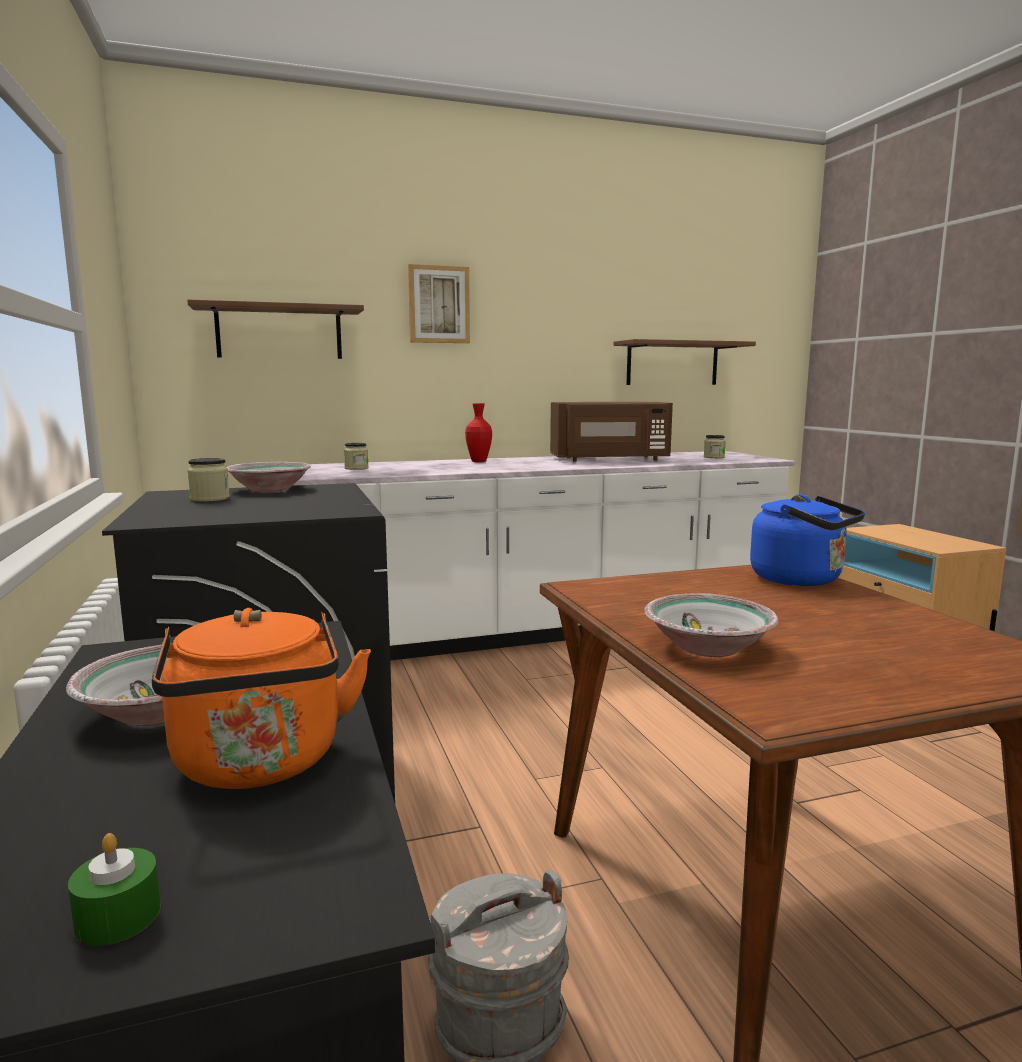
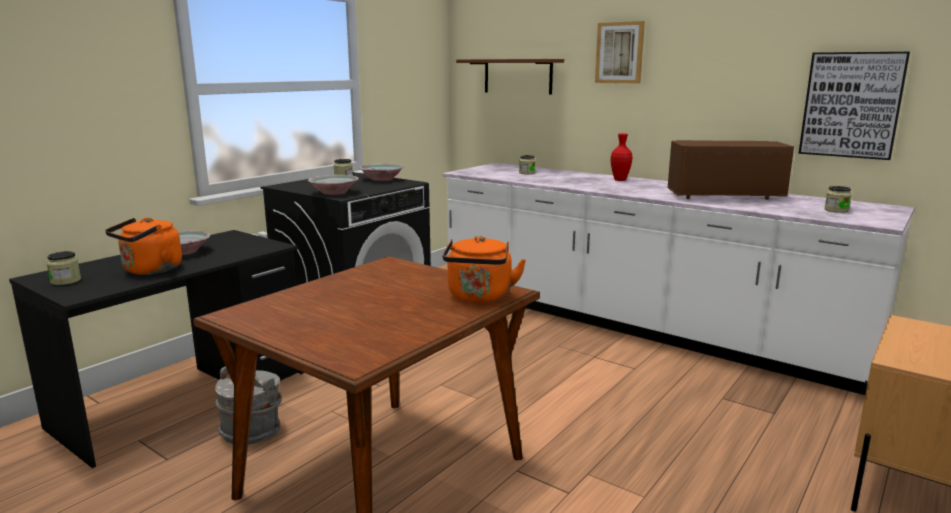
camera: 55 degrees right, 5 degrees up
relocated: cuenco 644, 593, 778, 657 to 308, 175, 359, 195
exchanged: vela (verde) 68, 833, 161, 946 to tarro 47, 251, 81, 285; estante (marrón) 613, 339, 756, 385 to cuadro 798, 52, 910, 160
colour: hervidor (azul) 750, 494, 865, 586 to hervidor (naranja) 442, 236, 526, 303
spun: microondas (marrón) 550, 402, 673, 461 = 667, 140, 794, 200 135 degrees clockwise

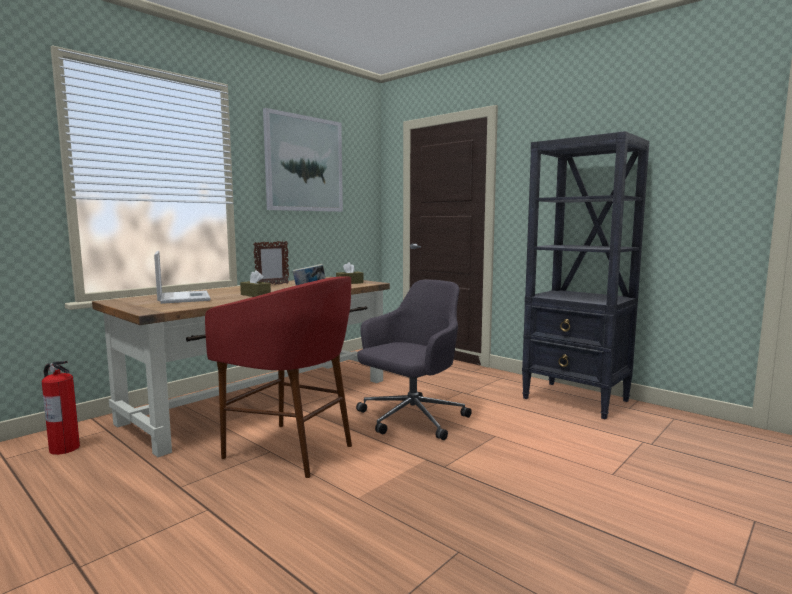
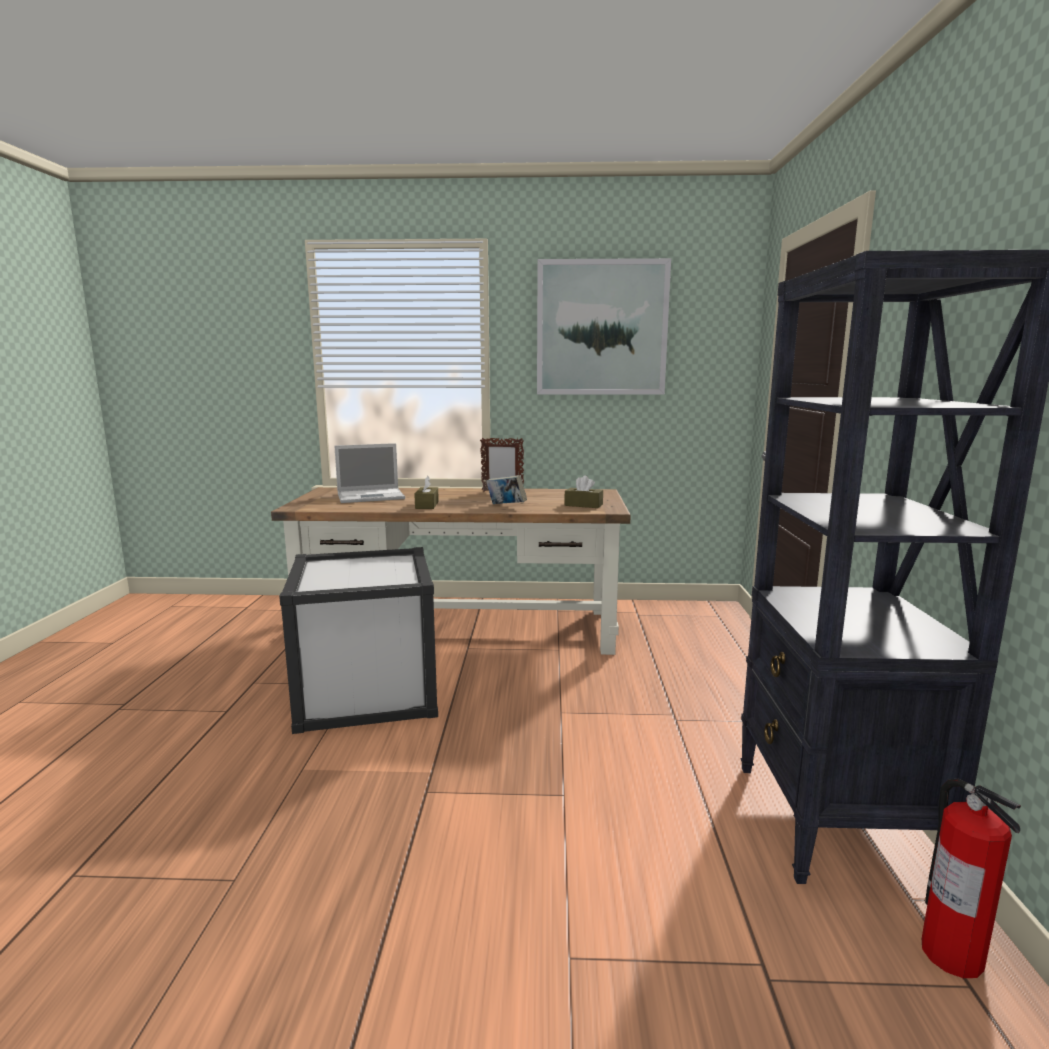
camera: 50 degrees right, 5 degrees up
missing: silla de oficina (gris) 356, 280, 472, 440
relocated: extintor 42, 361, 80, 455 to 922, 779, 1021, 978
exchanged: taburete (rojo) 205, 276, 352, 478 to caja de almacenaje (blanco) 279, 547, 438, 734
spun: portátil 154, 251, 211, 304 = 334, 443, 405, 503 45 degrees clockwise

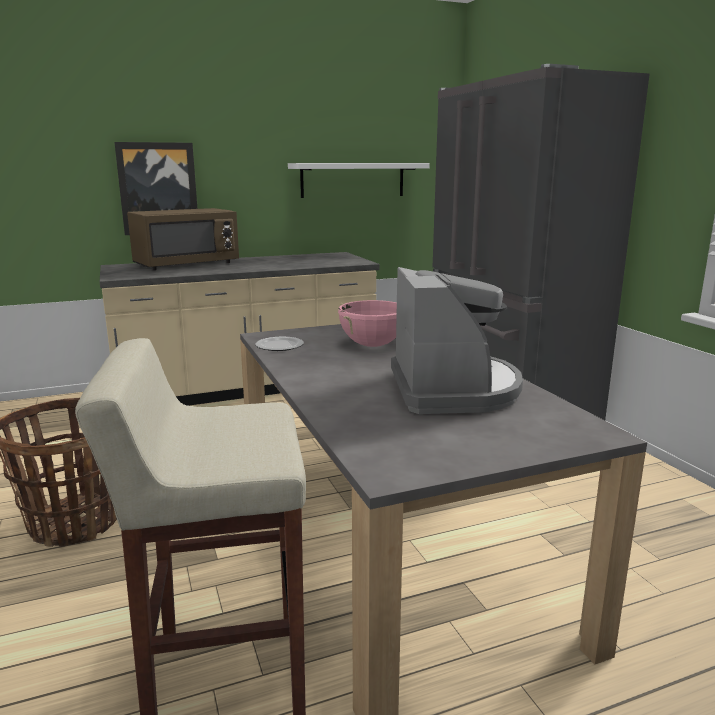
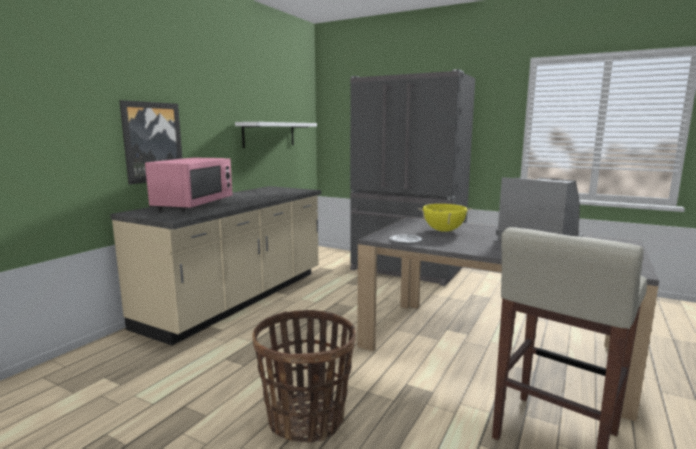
camera: 40 degrees left, 5 degrees down
colour: microondas (marrón) 127, 208, 239, 270 to microondas (rosa) 145, 158, 233, 211; olla (rosa) 338, 300, 397, 347 to olla (amarillo) 418, 204, 472, 232

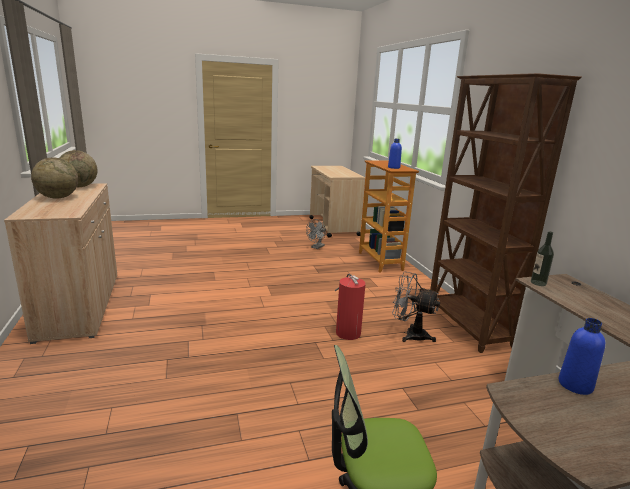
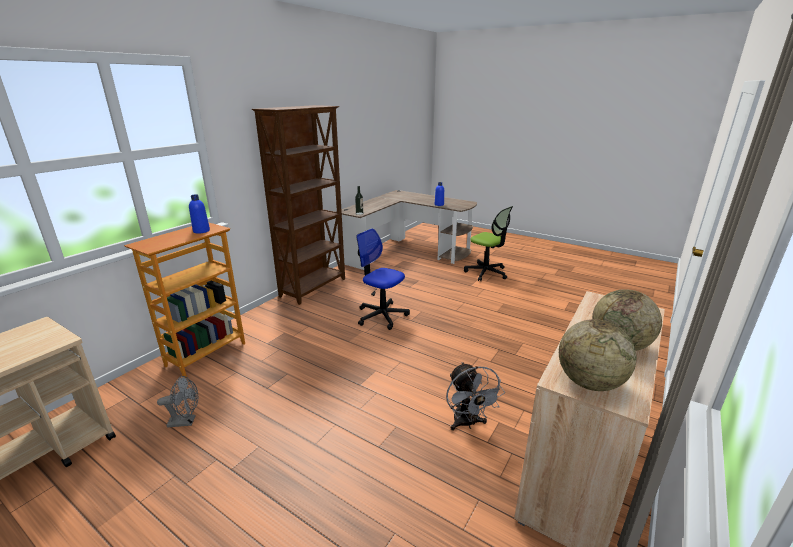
camera: 130 degrees left, 5 degrees up
relocated: ventilador (gris) 392, 272, 440, 342 to 446, 362, 505, 431
exchanged: extintor 335, 274, 366, 340 to silla de oficina 356, 228, 410, 330

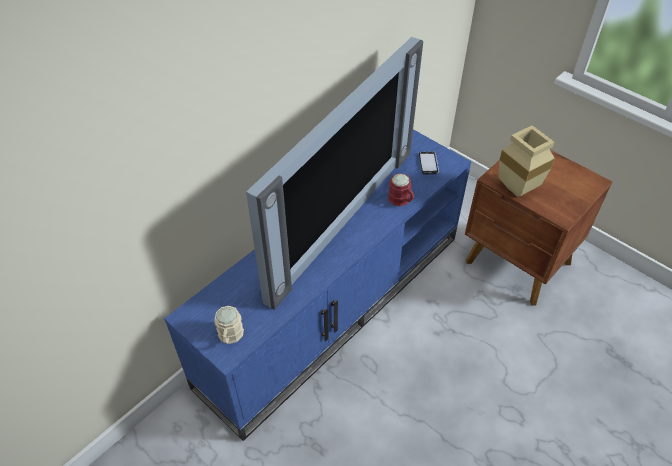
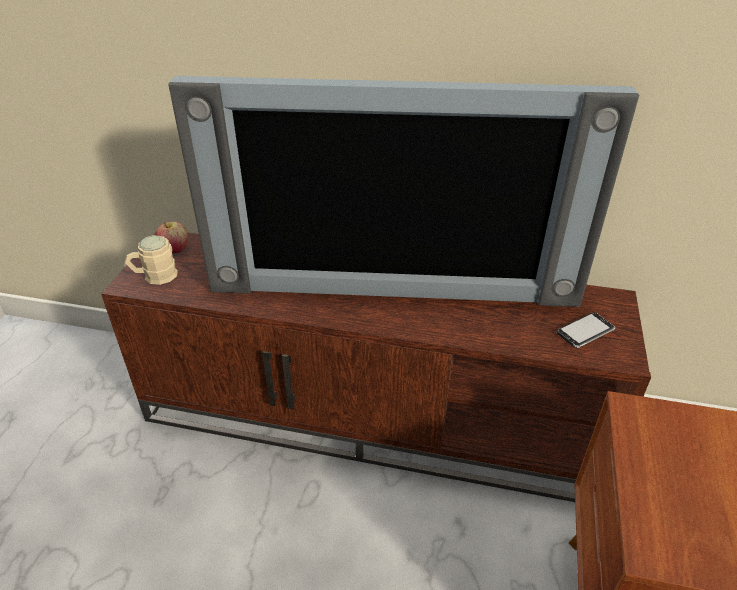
camera: 60 degrees right, 10 degrees down
missing: taza grande (rojo) 388, 173, 414, 206; florero (beis) 498, 125, 555, 197
appeared: manzana 156, 222, 188, 253
colour: mueble de televisión (azul) 164, 129, 471, 441 to mueble de televisión (marrón) 101, 232, 651, 502

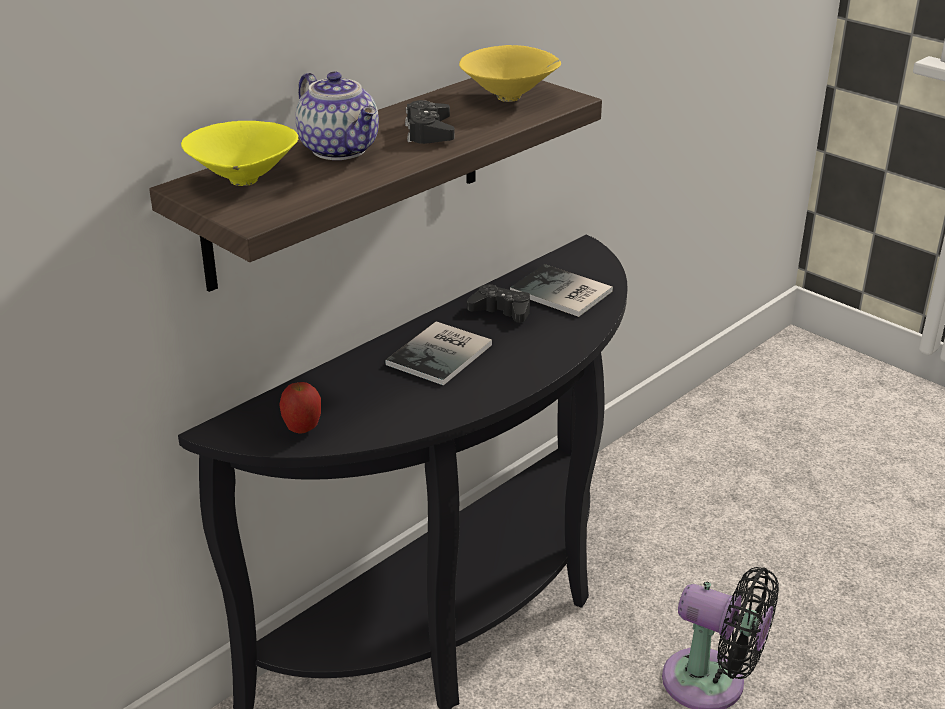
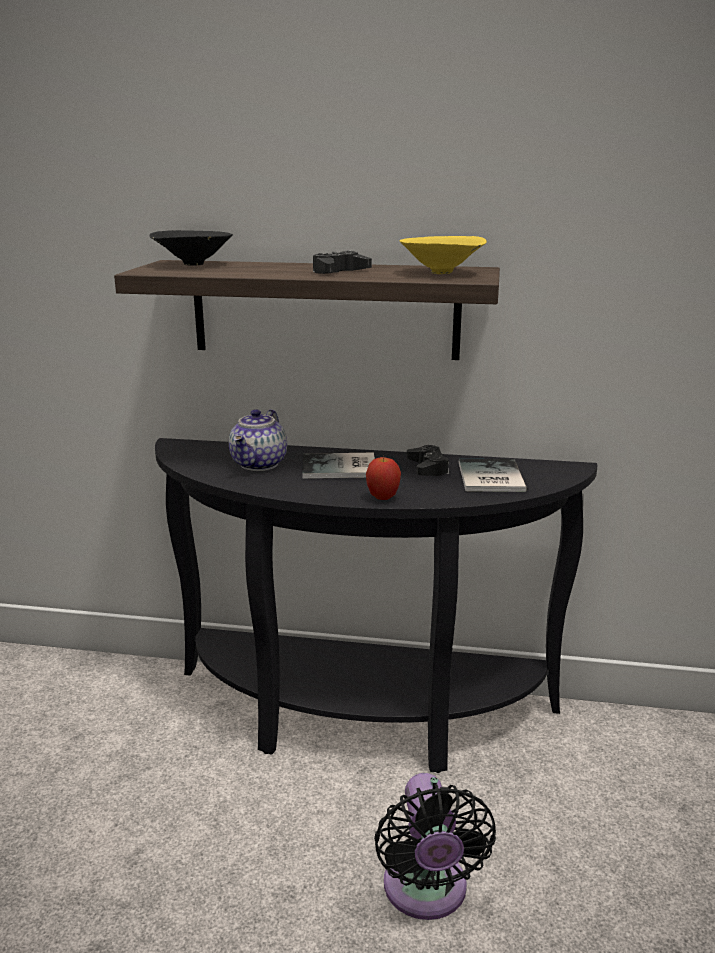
camera: 55 degrees right, 10 degrees down
relocated: manzana 280, 382, 321, 434 to 366, 455, 401, 500; tetera 295, 72, 379, 160 to 229, 409, 287, 471
colour: cuenco (amarillo) 181, 121, 298, 186 to cuenco (negro) 149, 230, 233, 266

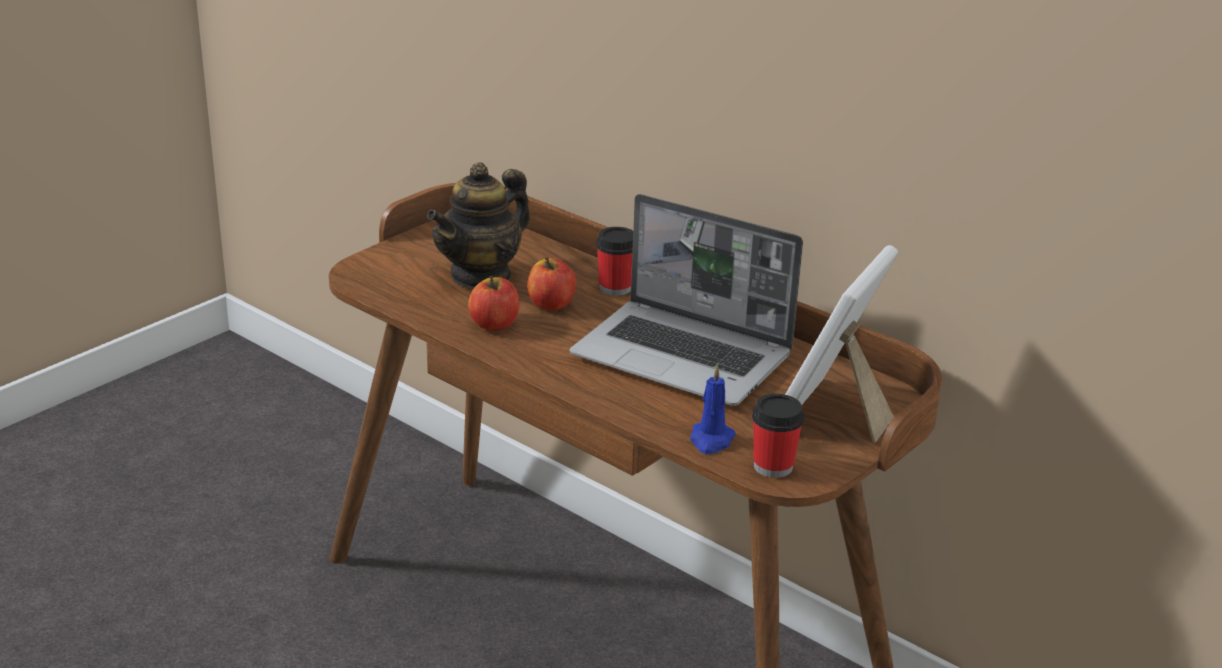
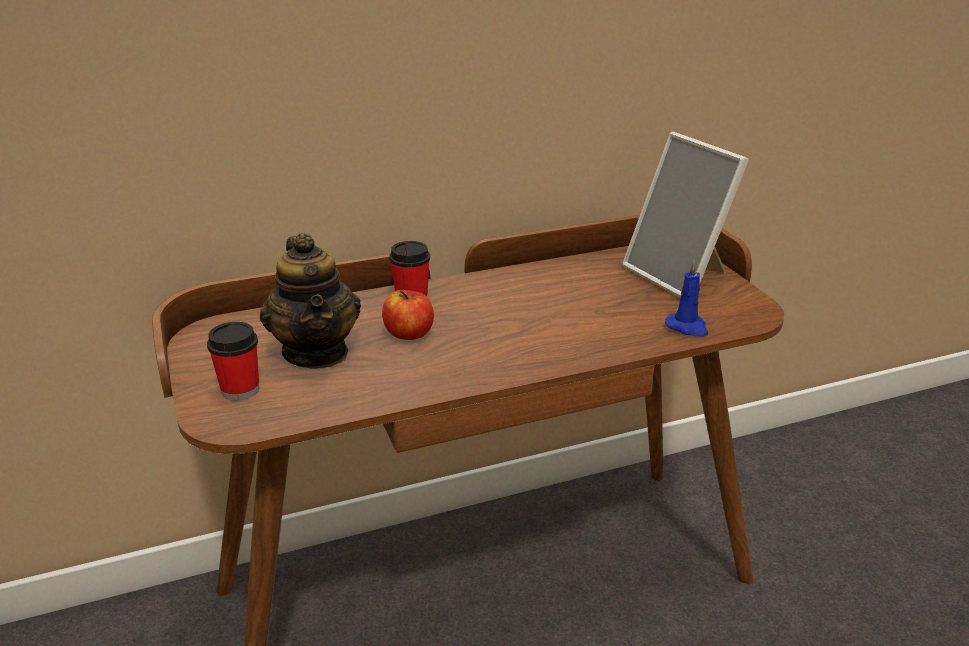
camera: 60 degrees left, 0 degrees up
missing: manzana 468, 276, 519, 331; portátil 570, 194, 803, 406
relocated: taza 752, 394, 804, 478 to 207, 322, 259, 401

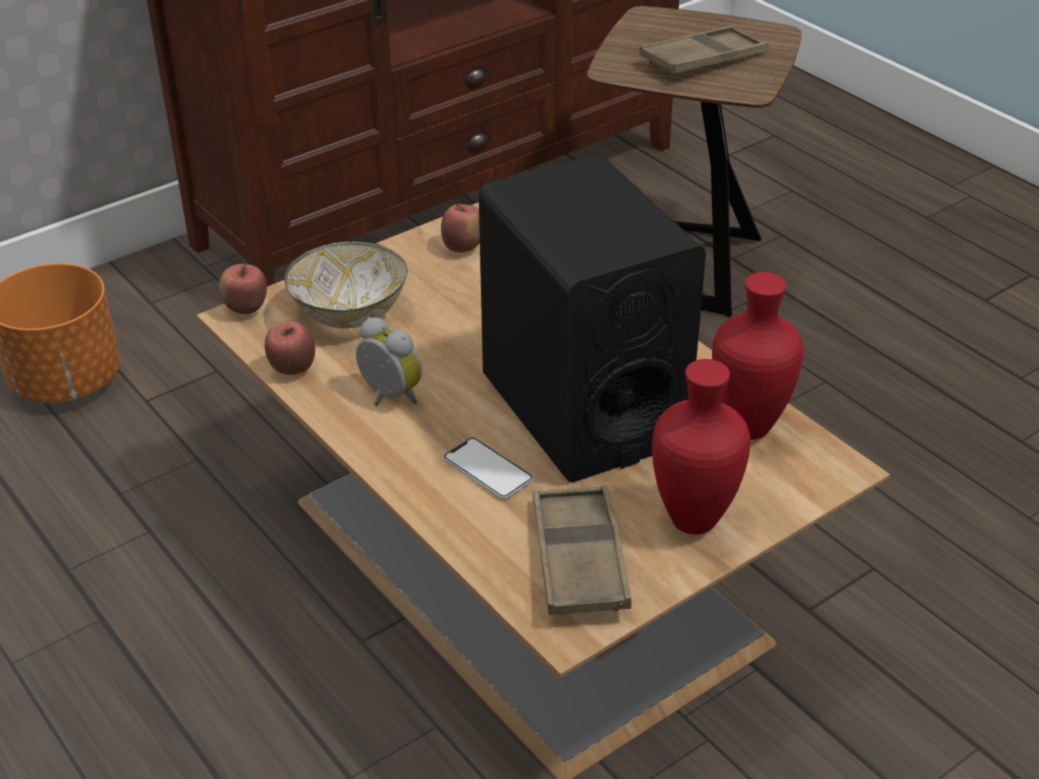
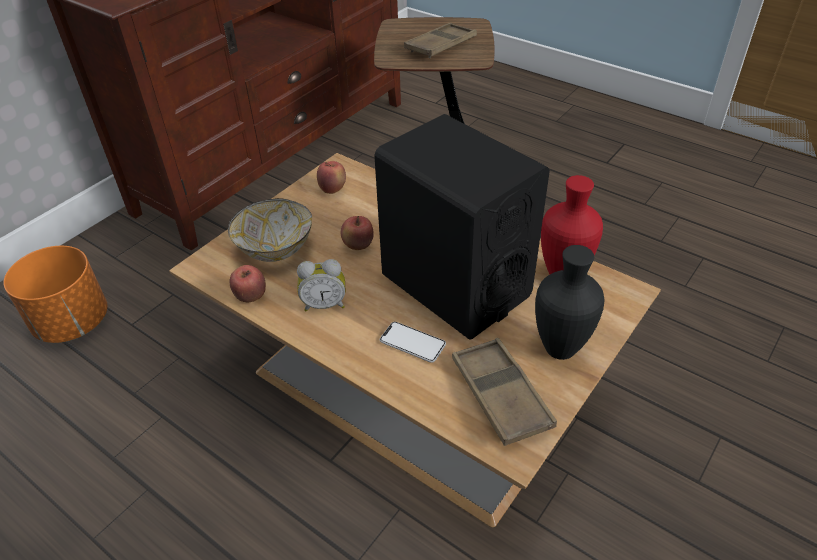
camera: 15 degrees left, 5 degrees up
relocated: manzana 219, 264, 267, 314 to 341, 216, 374, 250
colour: florero (rojo) 652, 359, 750, 535 to florero (negro) 535, 245, 605, 360
spun: despertador 356, 317, 422, 406 = 297, 259, 345, 311 150 degrees clockwise

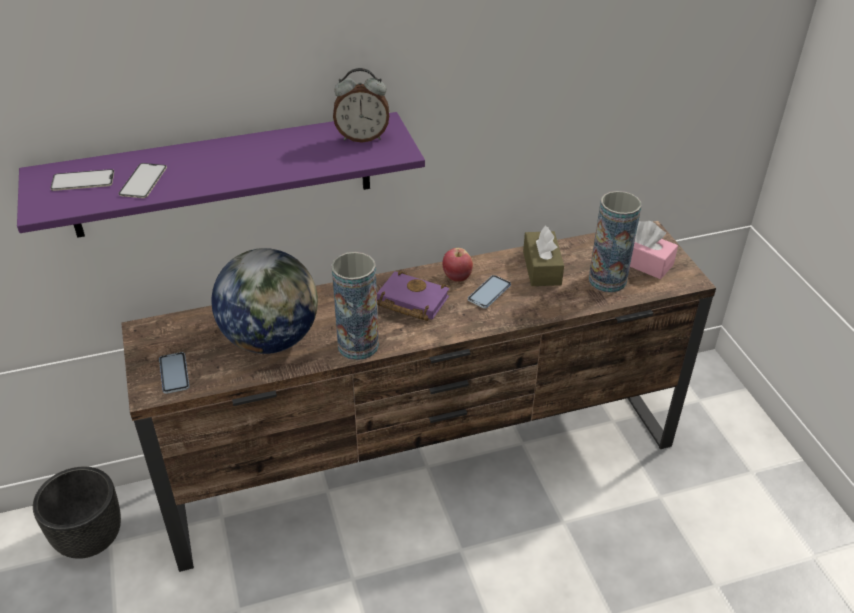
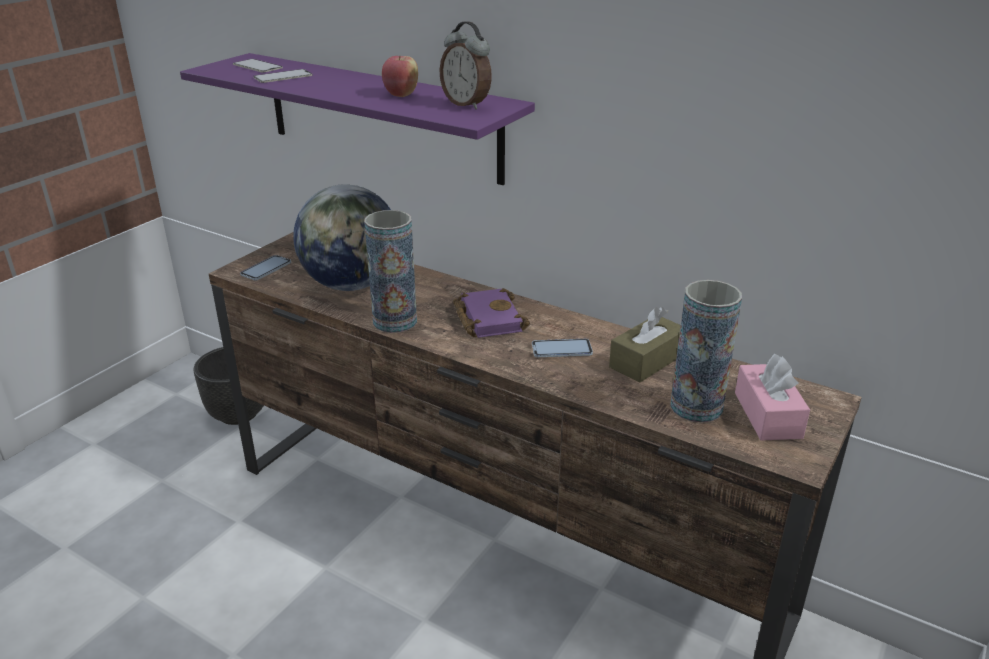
camera: 50 degrees right, 10 degrees down
relocated: manzana 443, 248, 473, 282 to 382, 56, 418, 97

